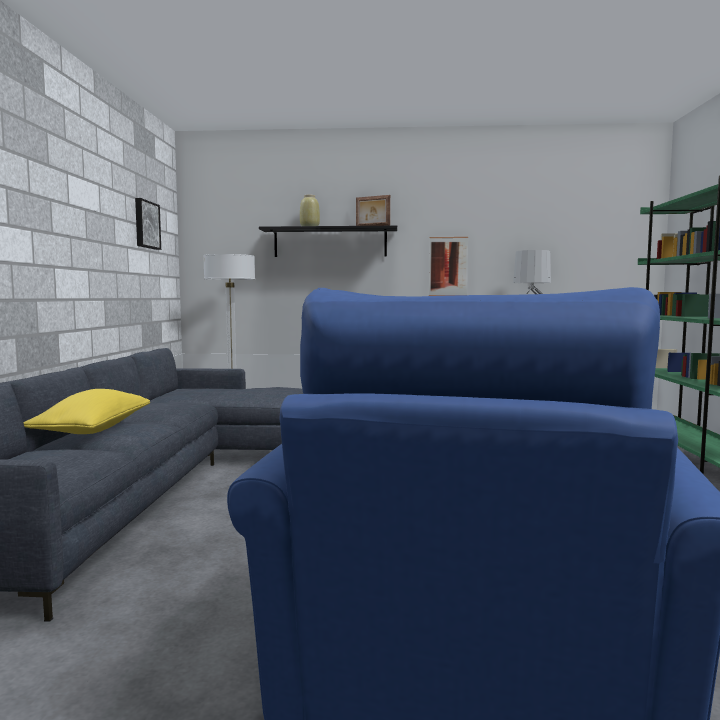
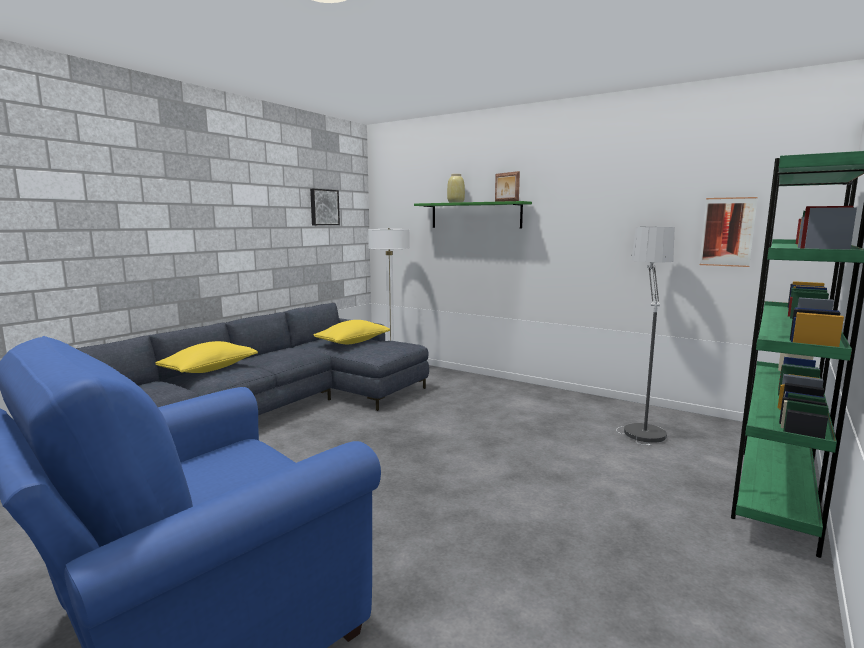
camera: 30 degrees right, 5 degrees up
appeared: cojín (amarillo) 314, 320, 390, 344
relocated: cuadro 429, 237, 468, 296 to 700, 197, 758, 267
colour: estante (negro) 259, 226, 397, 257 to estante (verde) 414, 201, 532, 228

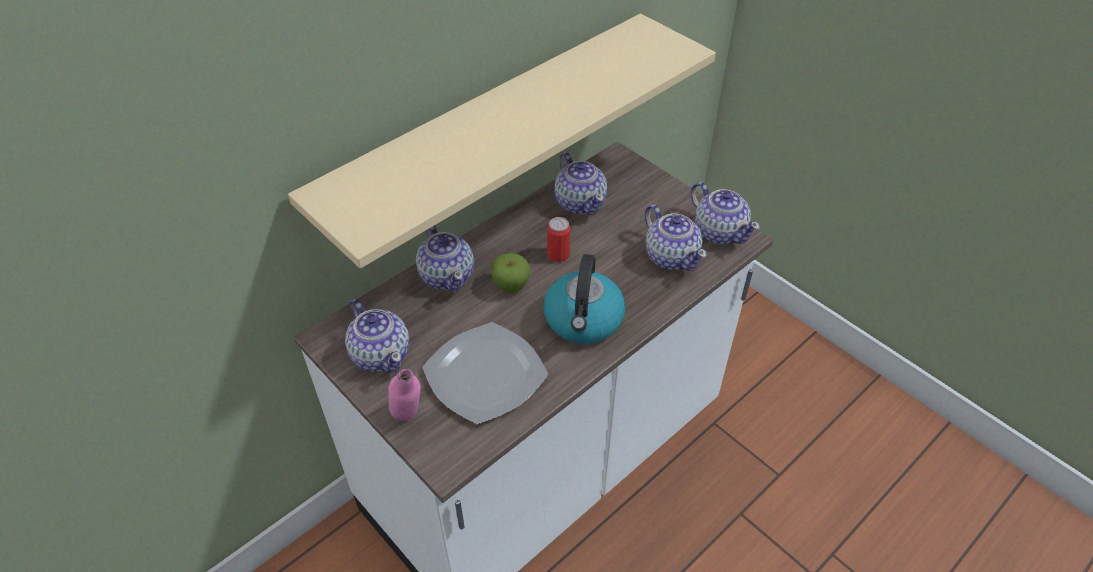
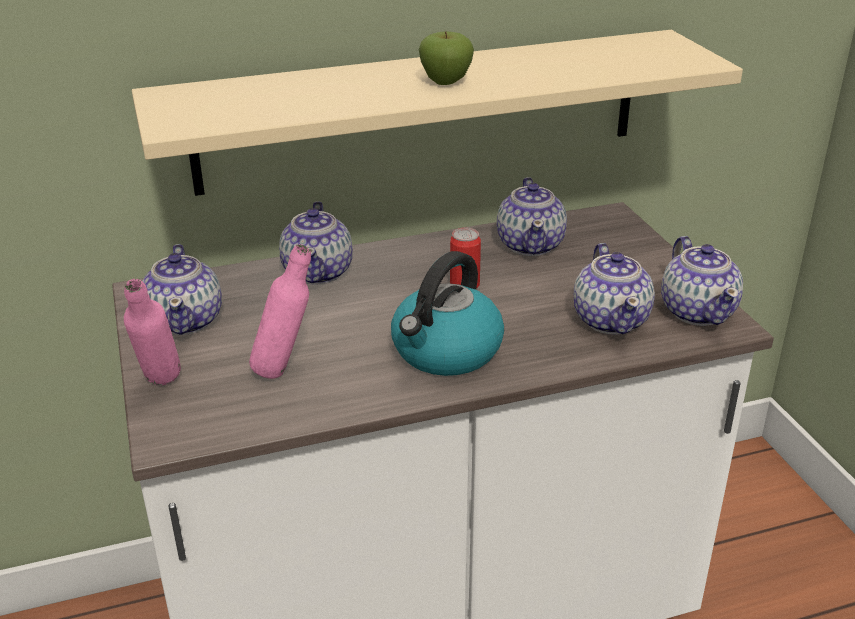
camera: 25 degrees right, 15 degrees down
relocated: manzana 490, 253, 531, 293 to 419, 31, 474, 85
exchanged: plato 423, 322, 548, 424 to botella (rosa) 249, 244, 311, 379

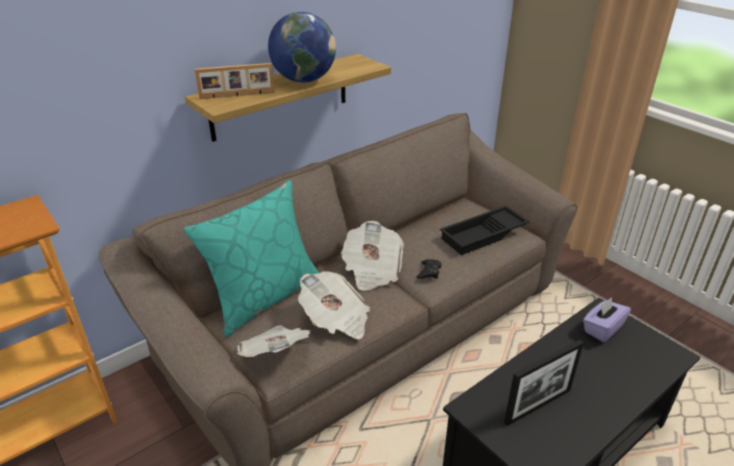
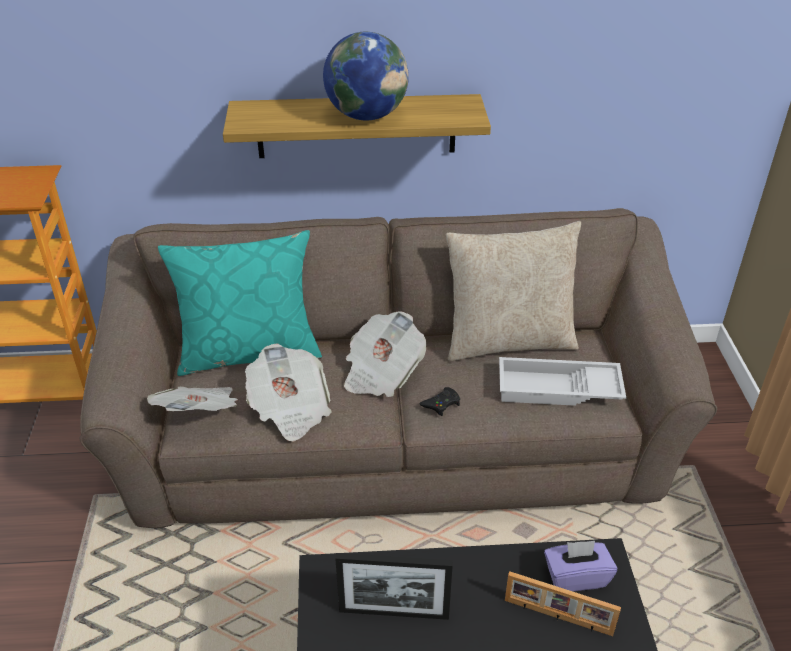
camera: 35 degrees right, 5 degrees up
appeared: cojín (beis) 446, 221, 581, 361
relocated: portarretratos 195, 63, 275, 99 to 505, 571, 621, 636
colour: bandeja (negro) 440, 206, 530, 255 to bandeja (blanco) 499, 357, 626, 406

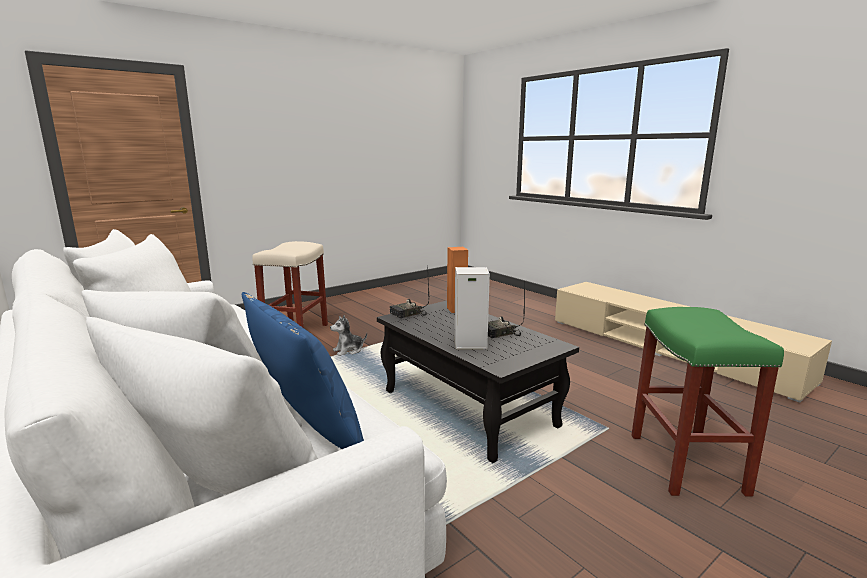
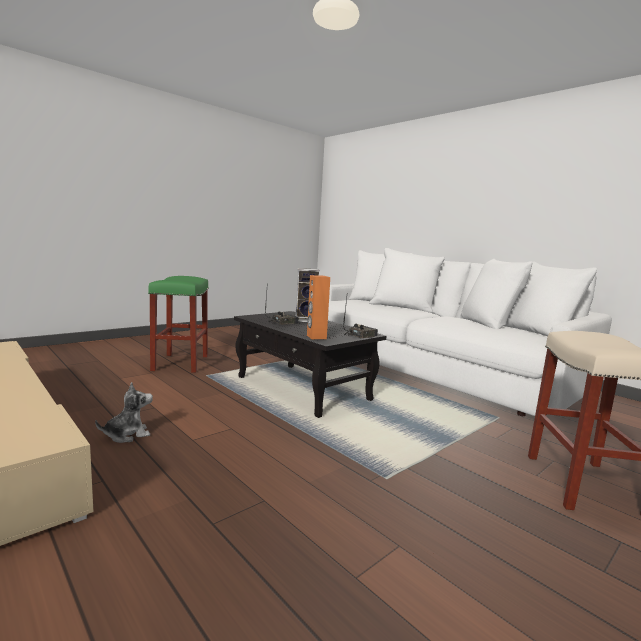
camera: 175 degrees right, 5 degrees down
missing: cojín (azul) 242, 292, 364, 449
relocated: peluche 330, 315, 367, 356 to 95, 382, 153, 443

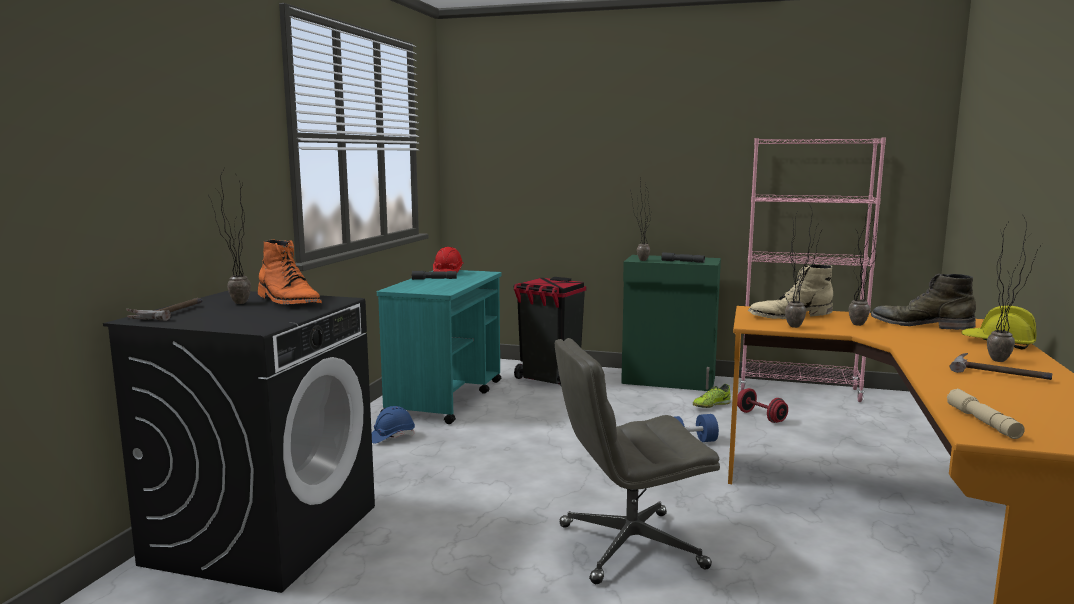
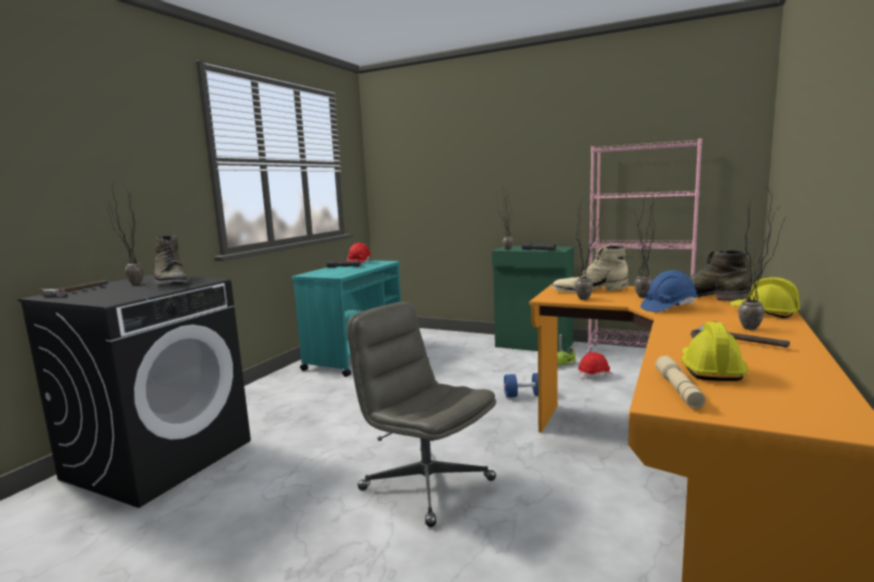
camera: 10 degrees right, 0 degrees up
missing: papelera (negro) 513, 277, 586, 386
appeared: casco (amarillo) 682, 322, 748, 381
relocated: casco (azul) 372, 406, 415, 444 to 640, 270, 698, 312
exchanged: mancuerna (rojo) 737, 388, 788, 423 to casco (rojo) 578, 352, 612, 379
colour: bota (naranja) 258, 240, 322, 305 to bota (verde) 154, 235, 189, 284
spun: silla de oficina (gris) 555, 338, 720, 584 = 347, 302, 496, 527 45 degrees clockwise

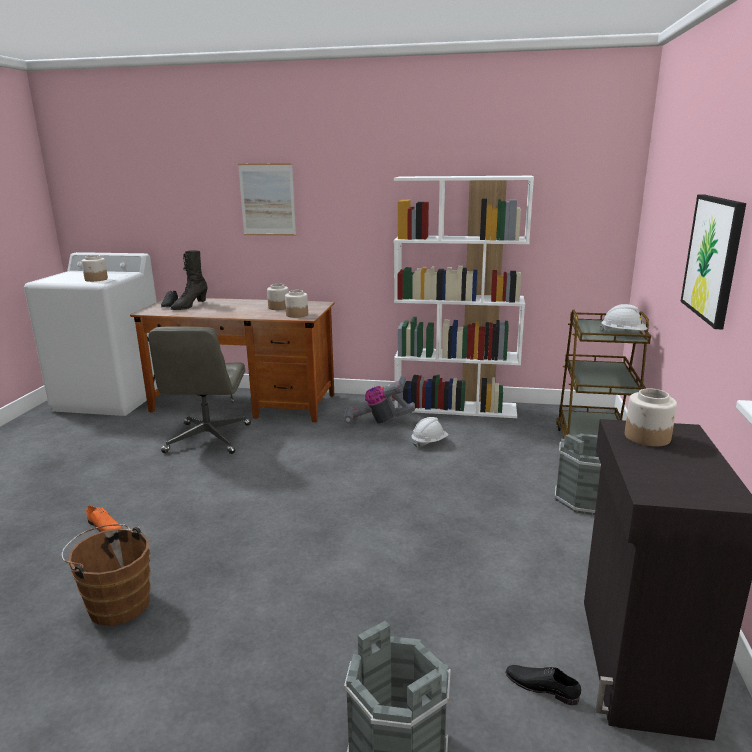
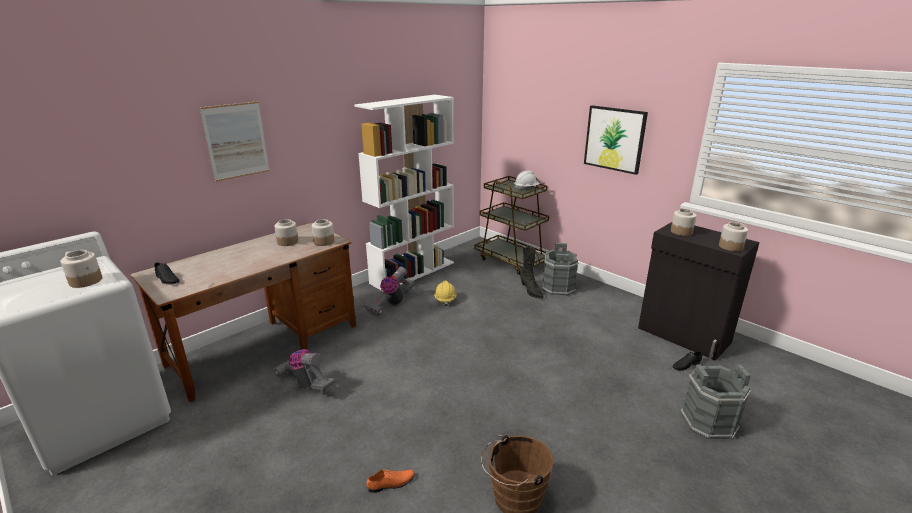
camera: 55 degrees left, 5 degrees up
appeared: tarro 719, 222, 748, 251
relocated: bota (negro) 170, 250, 208, 310 to 520, 247, 543, 299
exchanged: silla de oficina (gris) 148, 326, 251, 454 to aspiradora 274, 349, 335, 390
colour: casco (blanco) 411, 417, 448, 448 to casco (amarillo) 434, 281, 457, 306

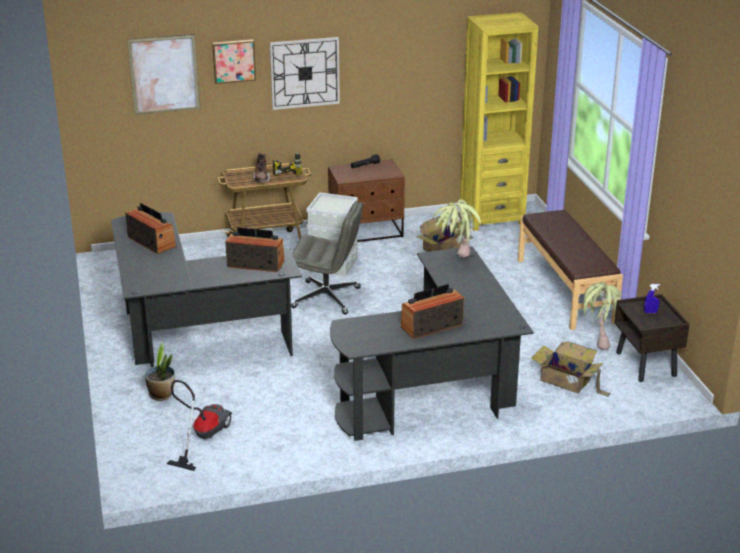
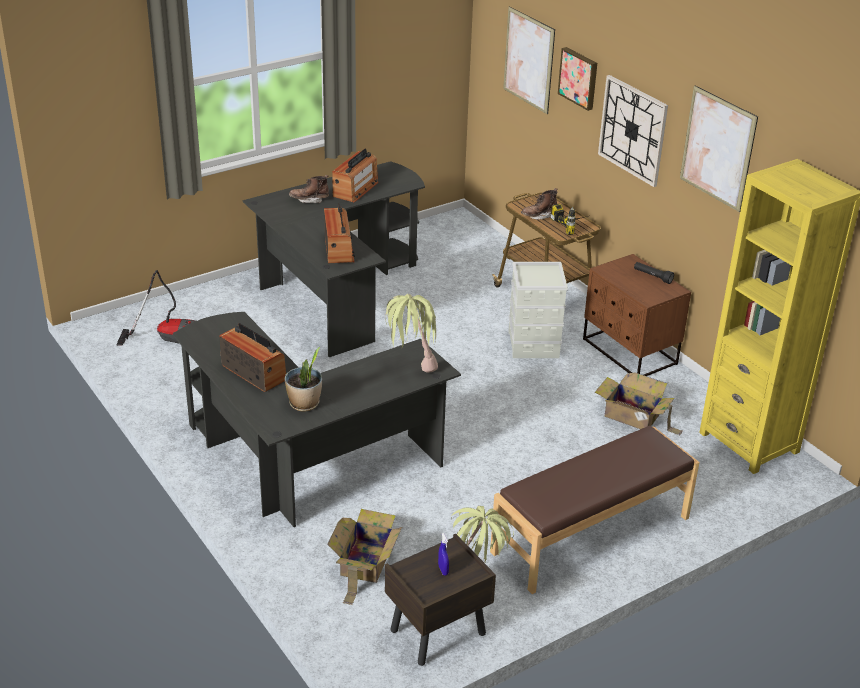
camera: 70 degrees right, 5 degrees up
missing: silla de oficina (gris) 291, 201, 363, 315
appeared: bota (marrón) 289, 175, 329, 203; cuadro 680, 86, 758, 212
relocated: planta en maceta 145, 342, 175, 401 to 285, 347, 322, 412

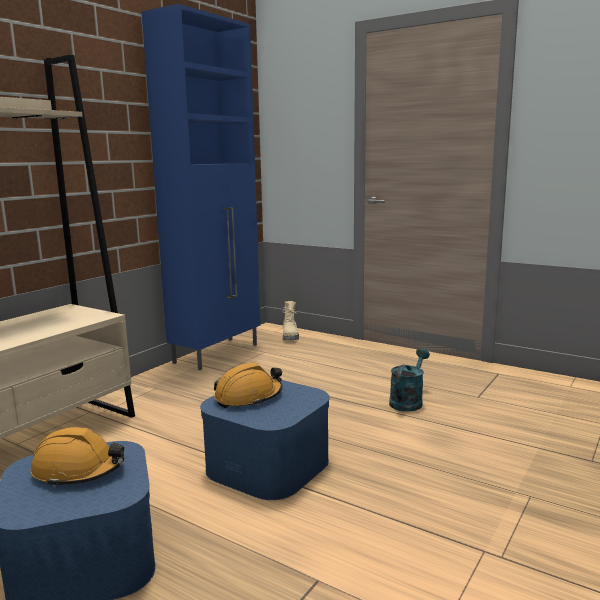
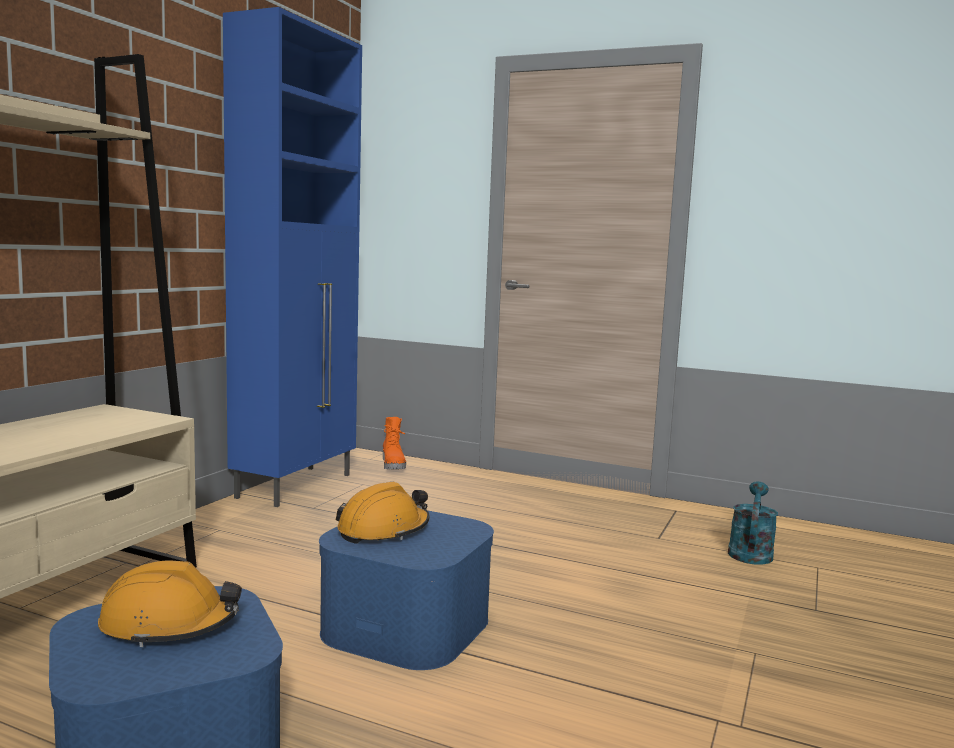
camera: 10 degrees left, 5 degrees down
relocated: regadera (turquesa) 389, 348, 430, 412 to 728, 481, 778, 565
colour: bota (beis) 283, 301, 299, 340 to bota (naranja) 383, 417, 406, 470

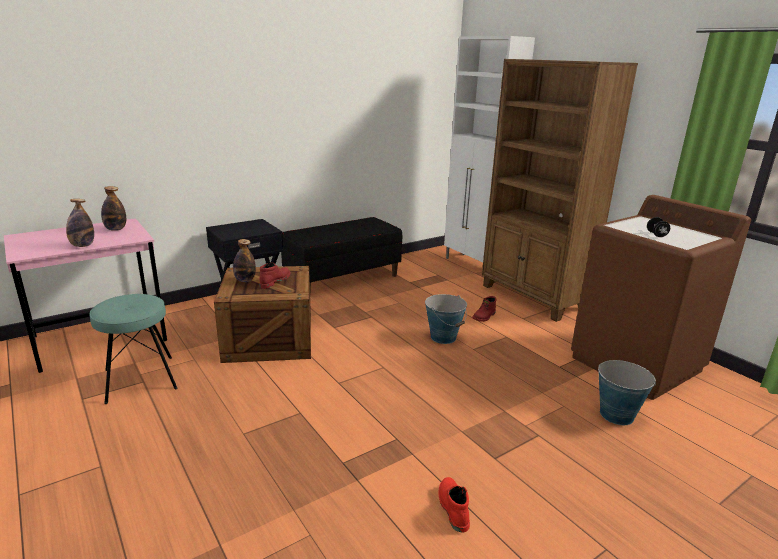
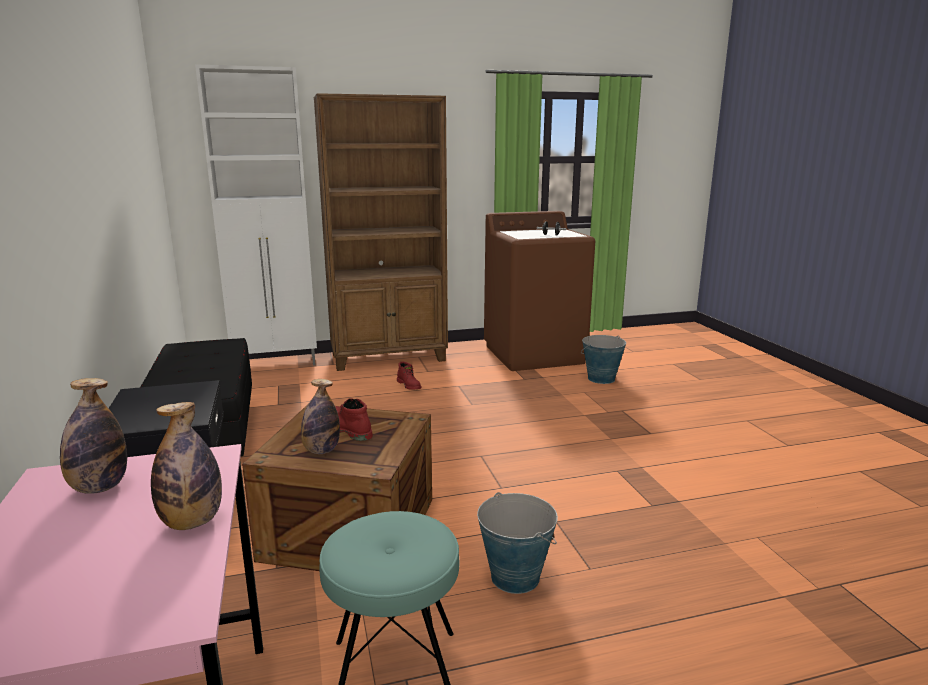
camera: 70 degrees left, 5 degrees down
missing: bota (rojo) 439, 477, 470, 533
relocated: cubo 425, 294, 467, 344 to 477, 492, 558, 594

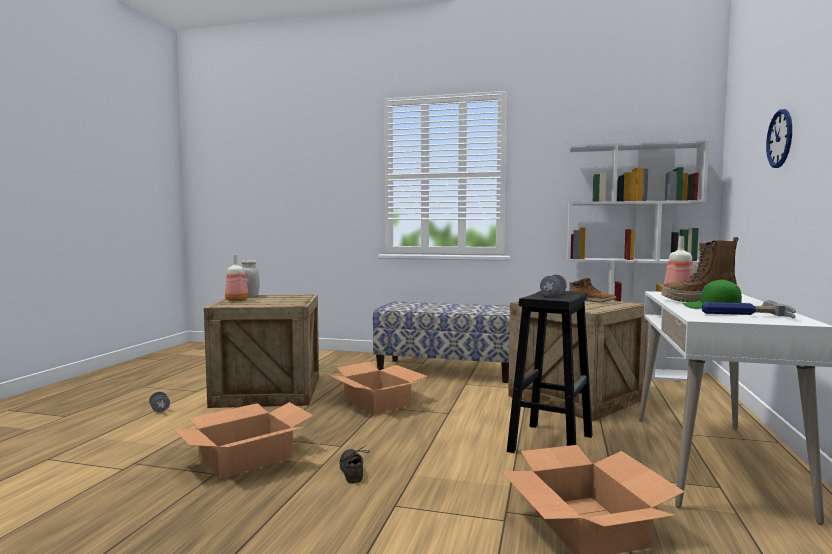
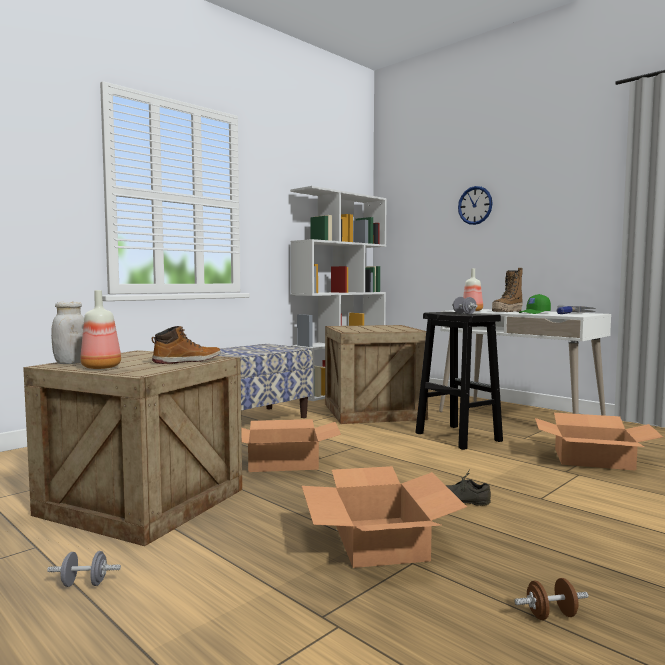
camera: 60 degrees left, 0 degrees up
appeared: mancuerna (marrón) 514, 578, 588, 620
relocated: bota 571, 278, 616, 302 to 151, 326, 221, 364

